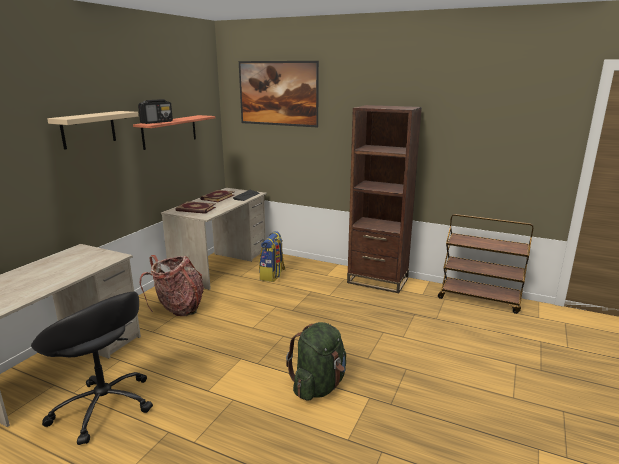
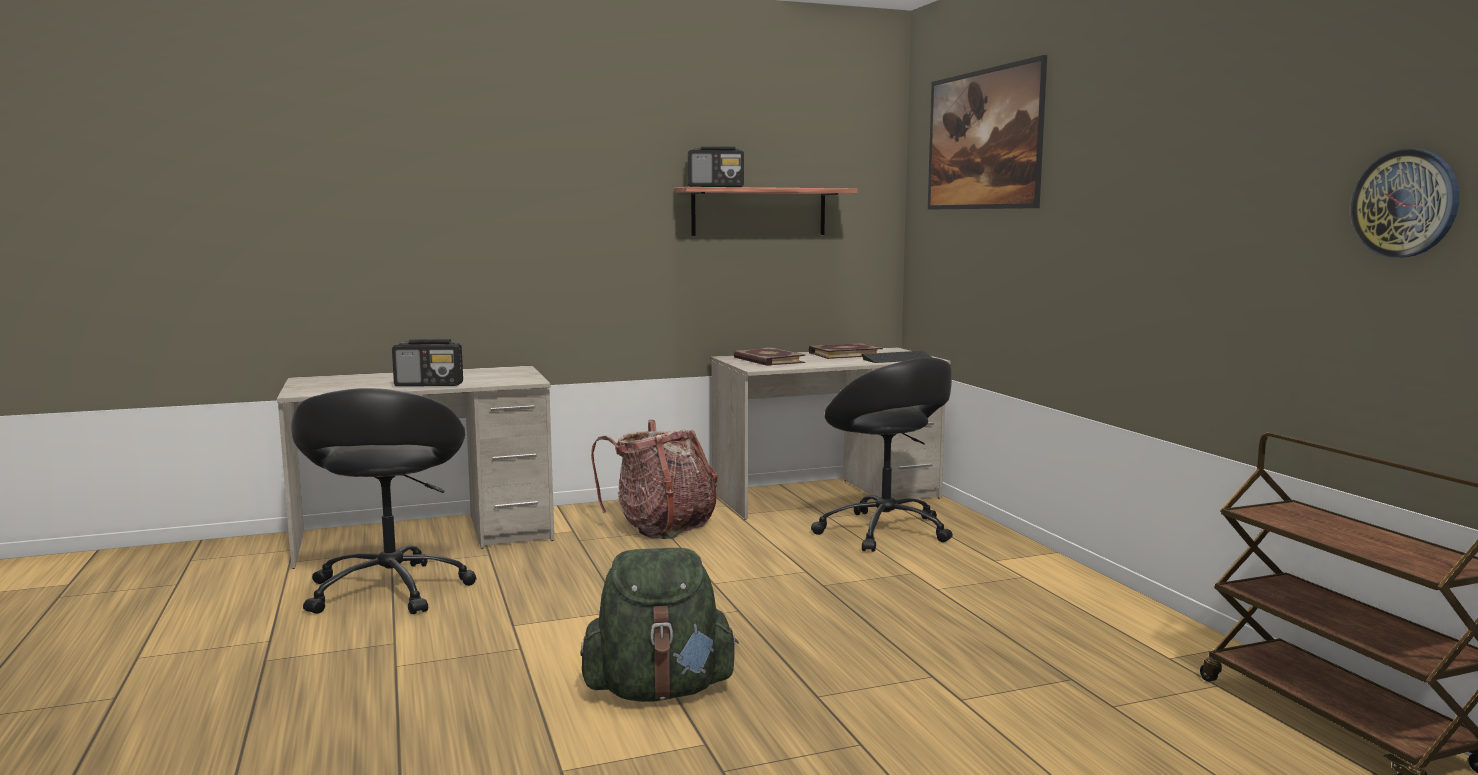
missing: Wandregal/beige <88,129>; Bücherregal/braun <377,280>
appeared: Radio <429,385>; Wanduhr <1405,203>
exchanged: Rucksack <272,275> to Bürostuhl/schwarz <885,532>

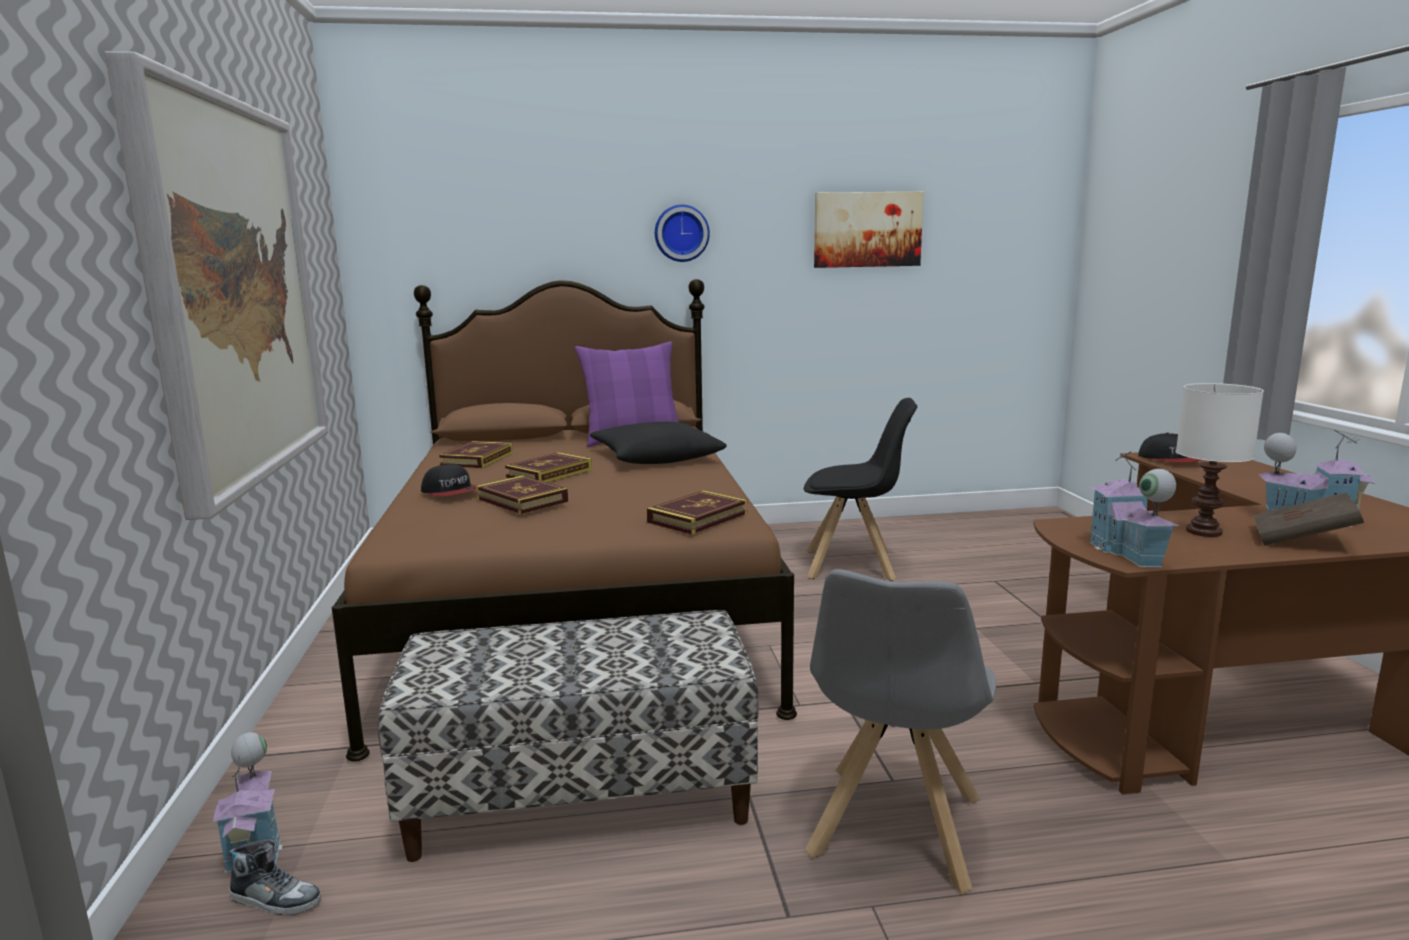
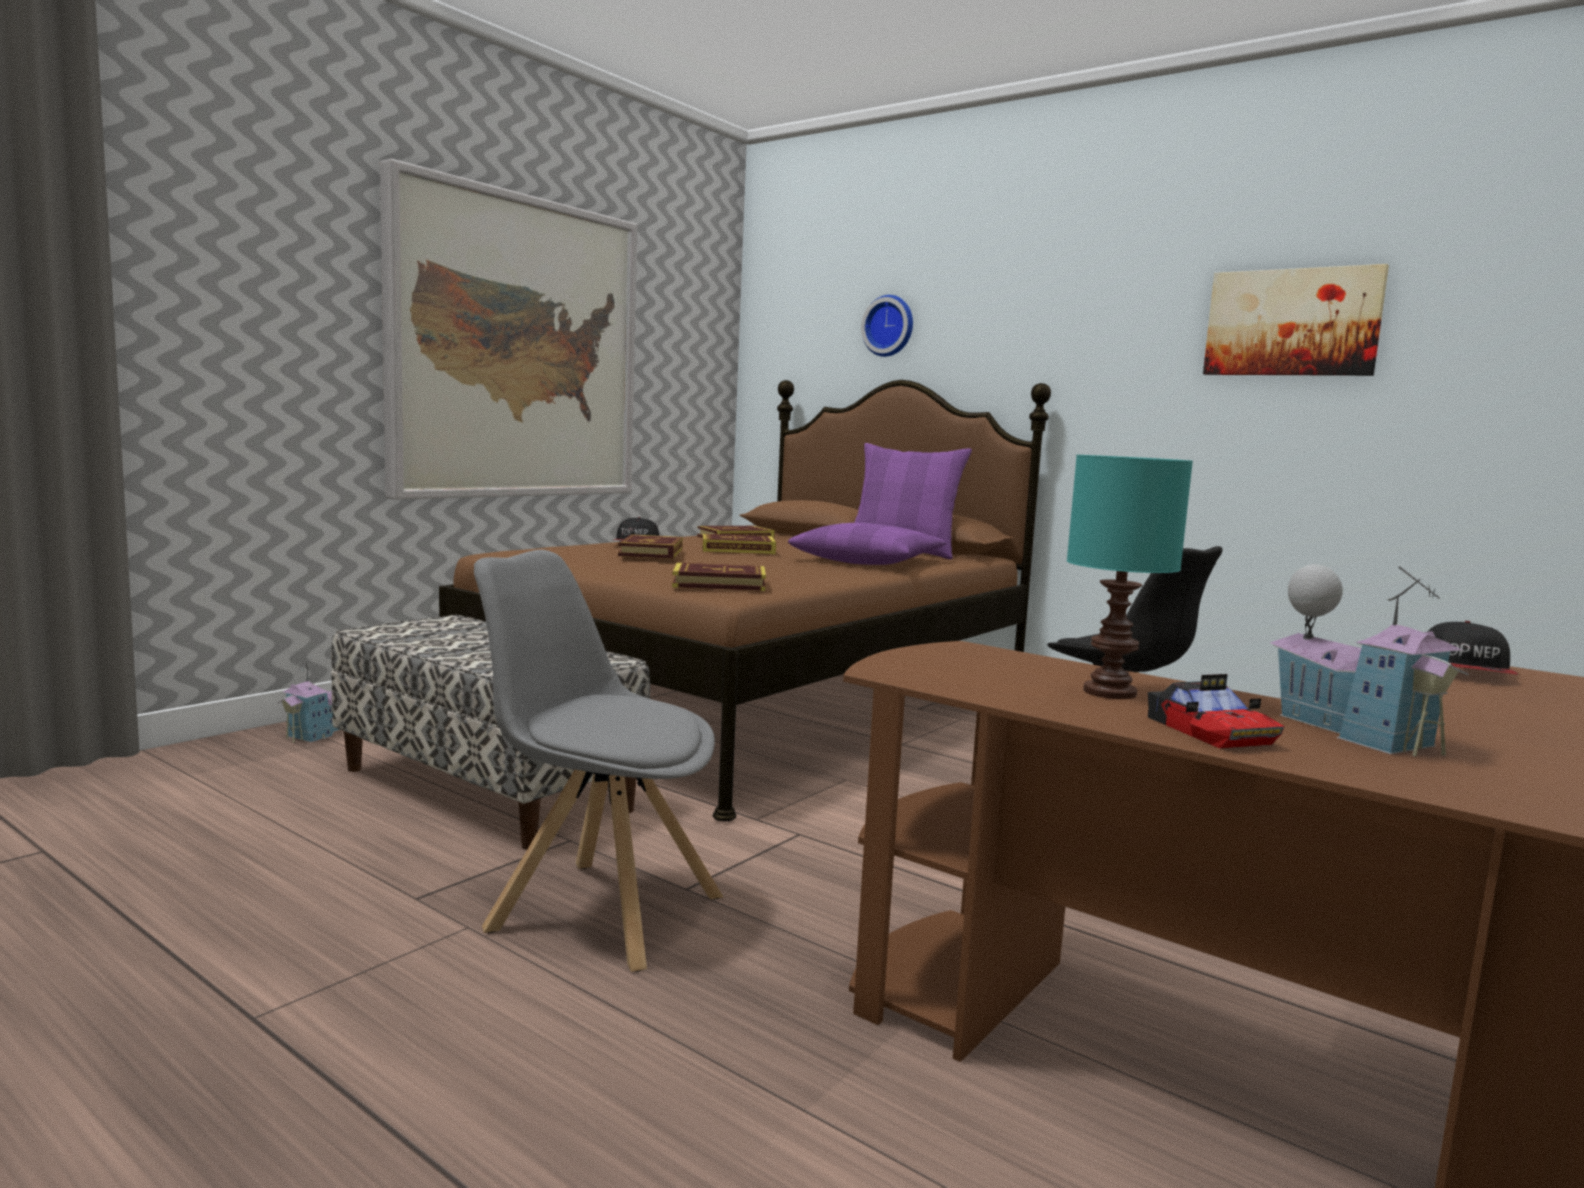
missing: Schuh <276,899>; Spielzeughaus <1126,553>
relocated: Wanduhr <681,233> to <889,326>
exchanged: Buch/braun <1302,541> to Spielzeugauto <1210,731>
colour: Kissen/schwarz <656,457> to Kissen/lila <868,561>; Tischlampe/weiß <1203,532> to Tischlampe/türkis <1107,692>
spun: Stuhl/grau <894,832> = <596,909> 45 degrees clockwise

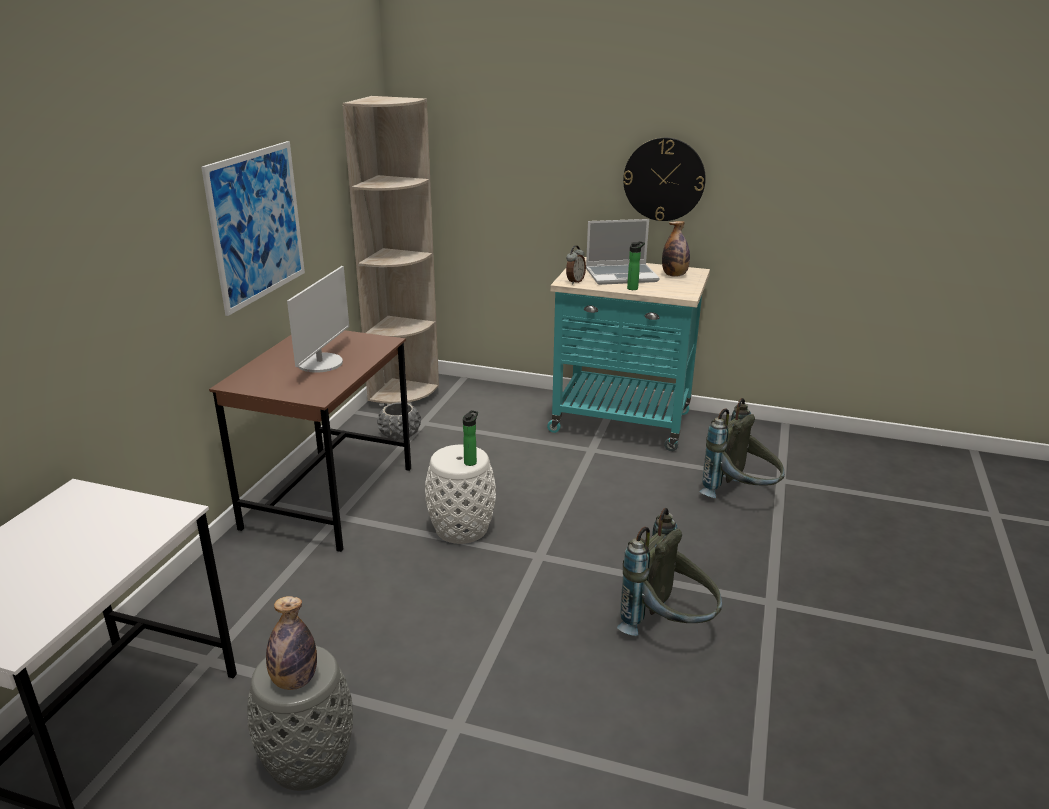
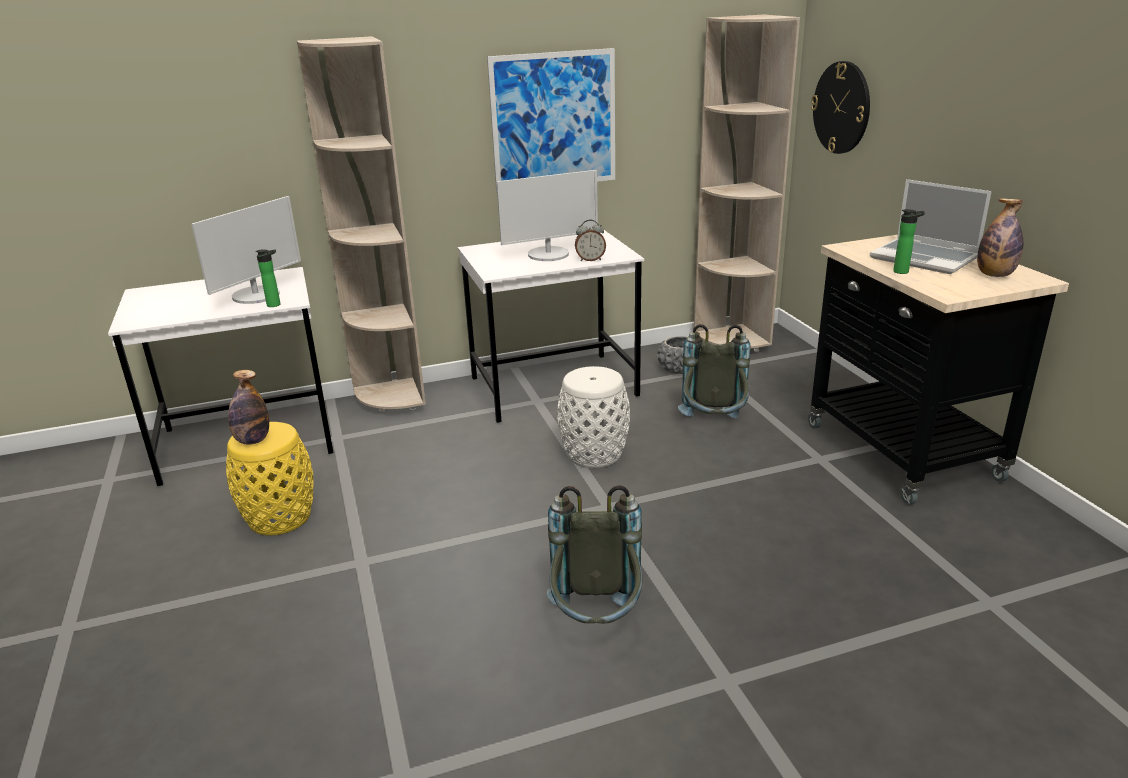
appeared: Monitor <256,295>; Bücherregal/beige <392,403>
relocated: Flasche <471,461> to <276,305>; Wecker <574,281> to <590,259>; Wanduhr <664,179> to <841,108>; Rucksack/grau <740,496> to <713,426>
colour: Schreibtisch/braun <329,497> to Schreibtisch/weiß <554,387>; Hocker/grau <308,760> to Hocker/gelb <280,518>; Rollwagen/türkis <622,422> to Rollwagen/schwarz <903,453>

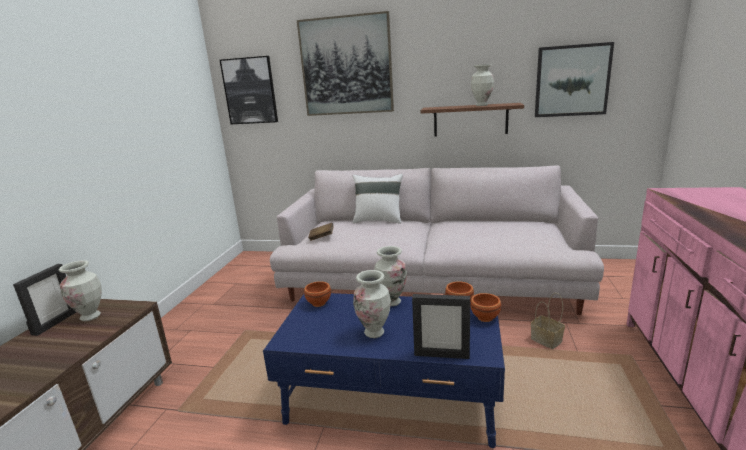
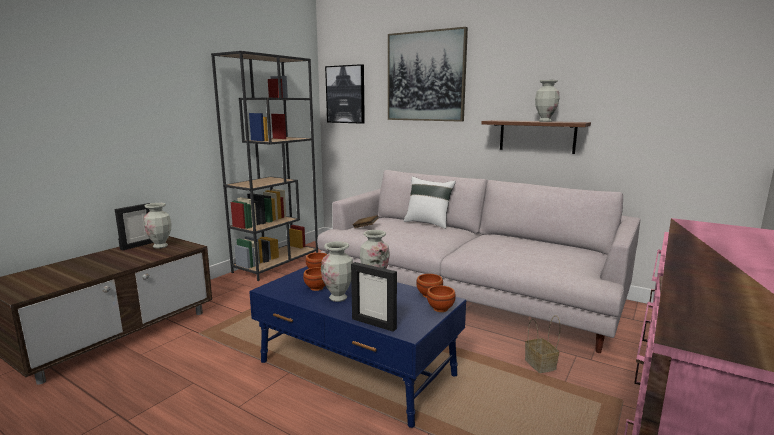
missing: Bild <571,81>
appeared: Bücherregal <277,263>; Schüssel/braun <316,288>

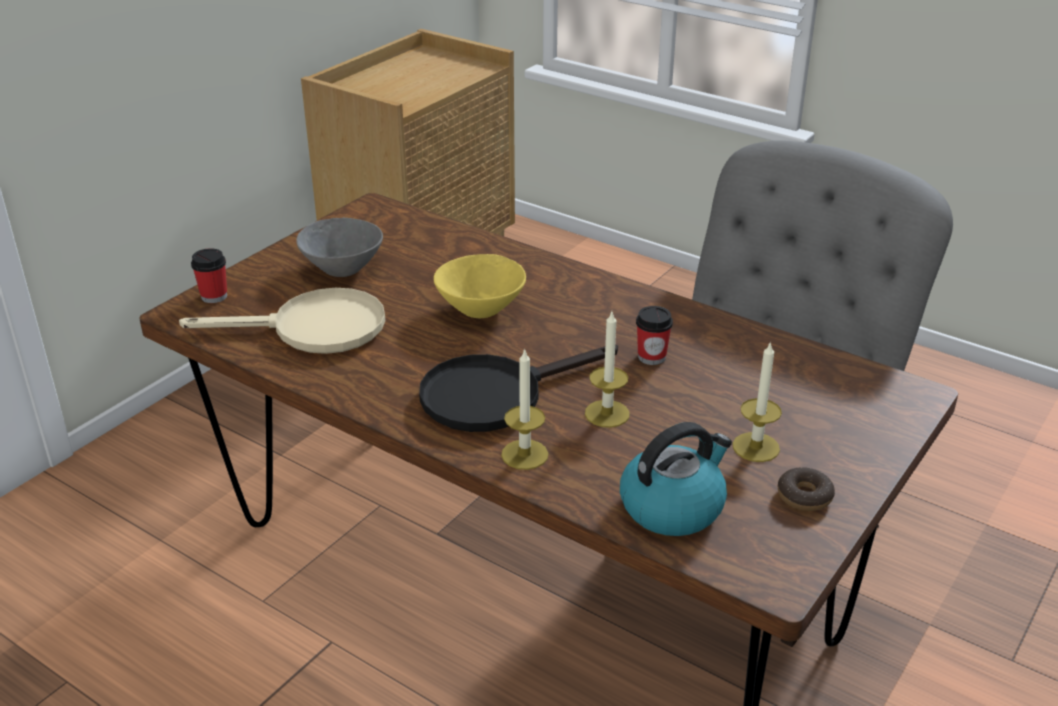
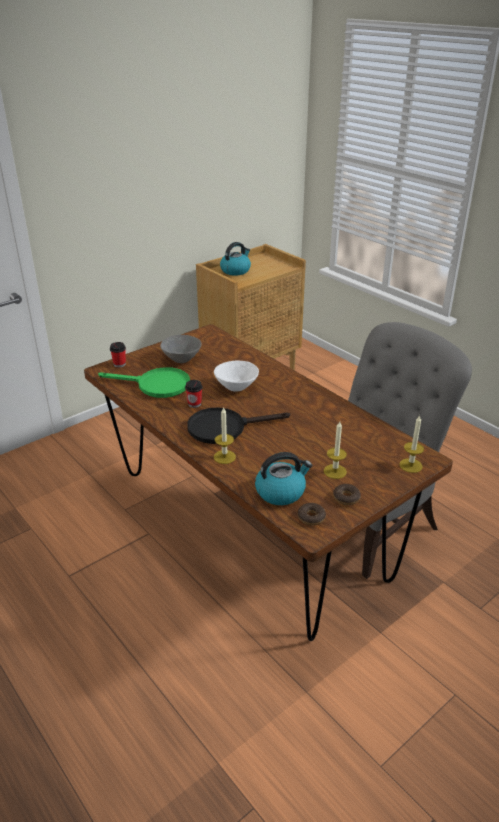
appeared: Wasserkessel <235,270>; Donut <311,517>
relocated: Kerze <607,414> to <410,465>; Tasse <651,357> to <194,404>
colour: Pfanne/beige <313,329> to Pfanne/grün <156,385>; Schüssel/gelb <482,309> to Schüssel/weiß <237,387>

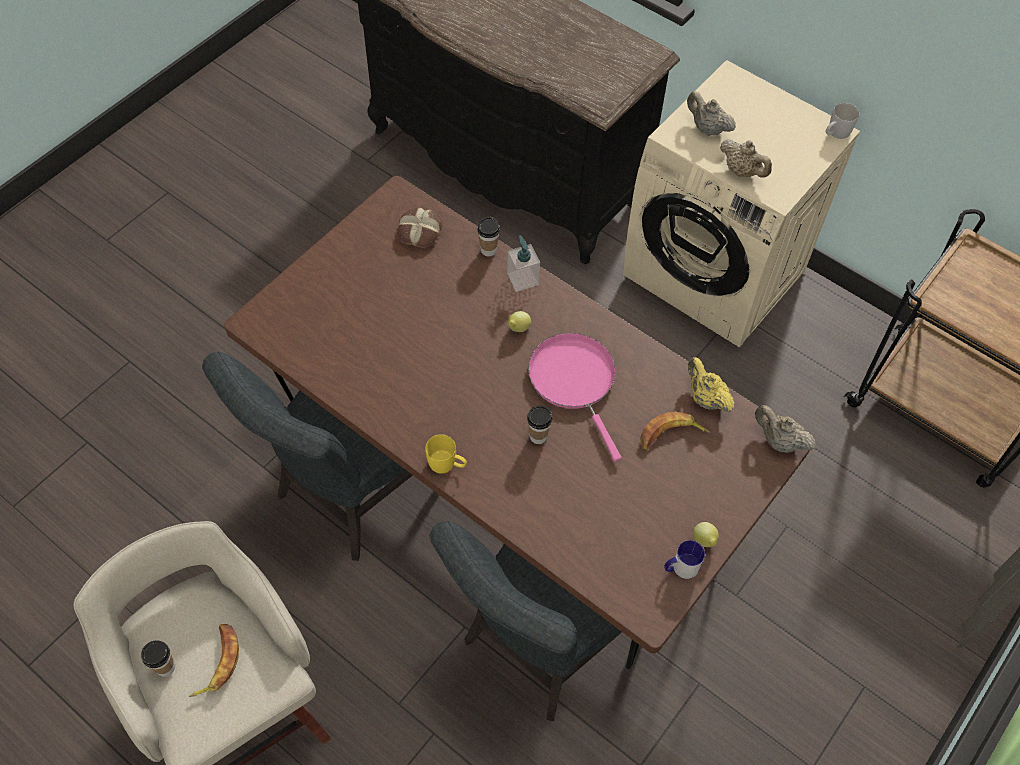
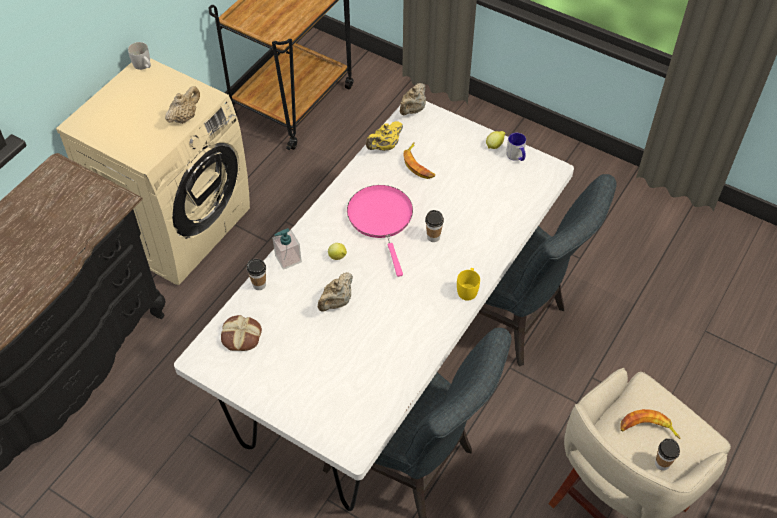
relocated: Teekanne/beige <707,129> to <336,302>
colour: Esstisch/braun <504,486> to Esstisch/weiß <389,354>
spun: Pfanne/rosa <574,381> = <381,219> 105 degrees clockwise

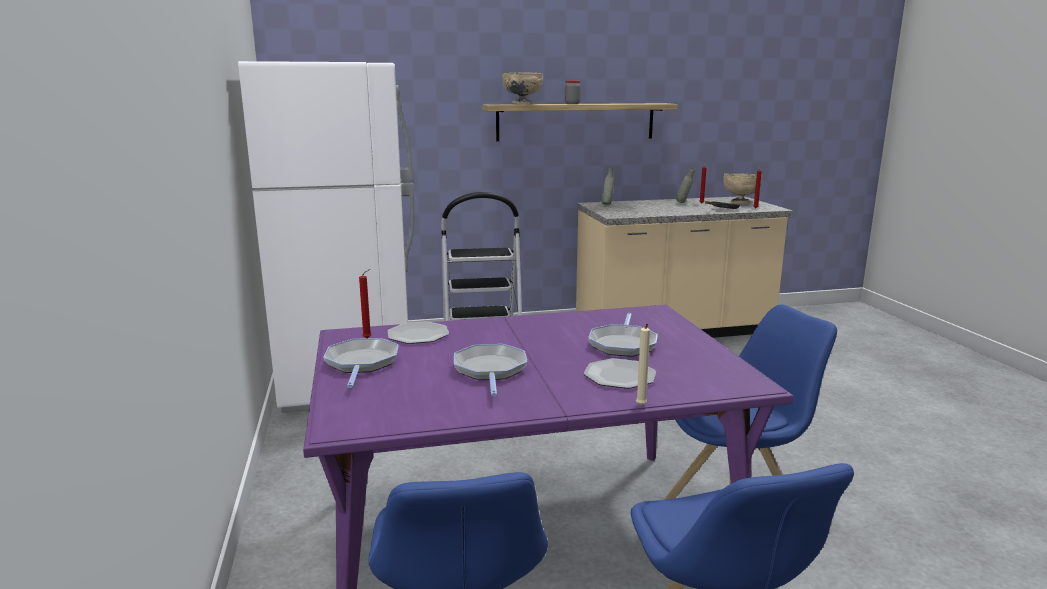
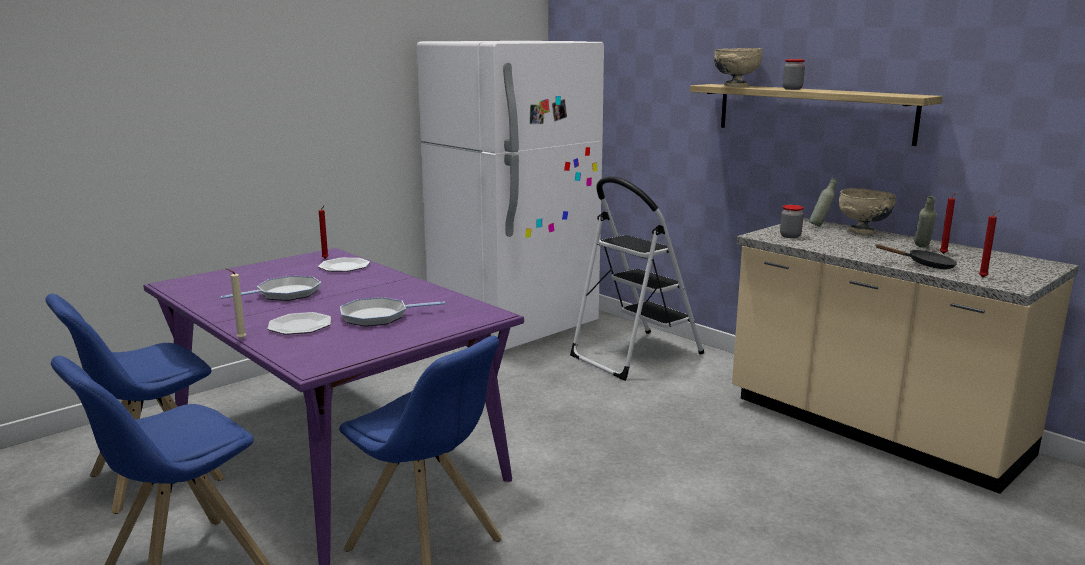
missing: Pfanne <361,363>
appeared: Vorratsglas <790,236>
relocated: Schüssel/beige <740,203> to <862,232>

